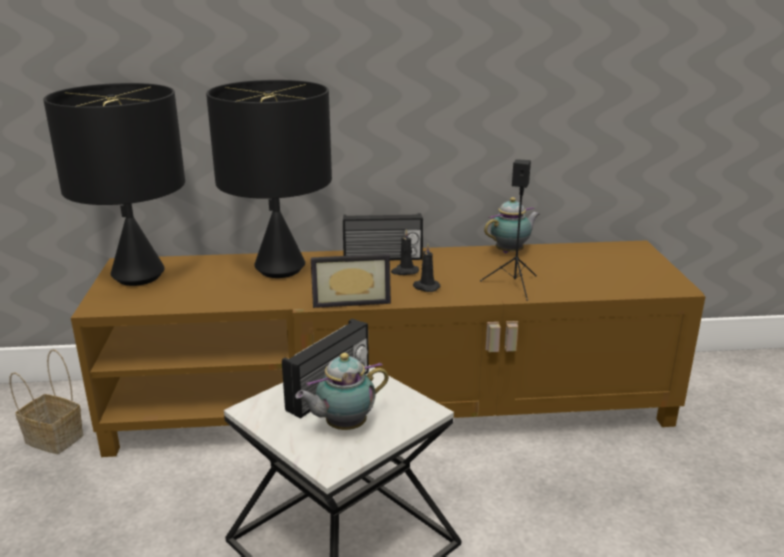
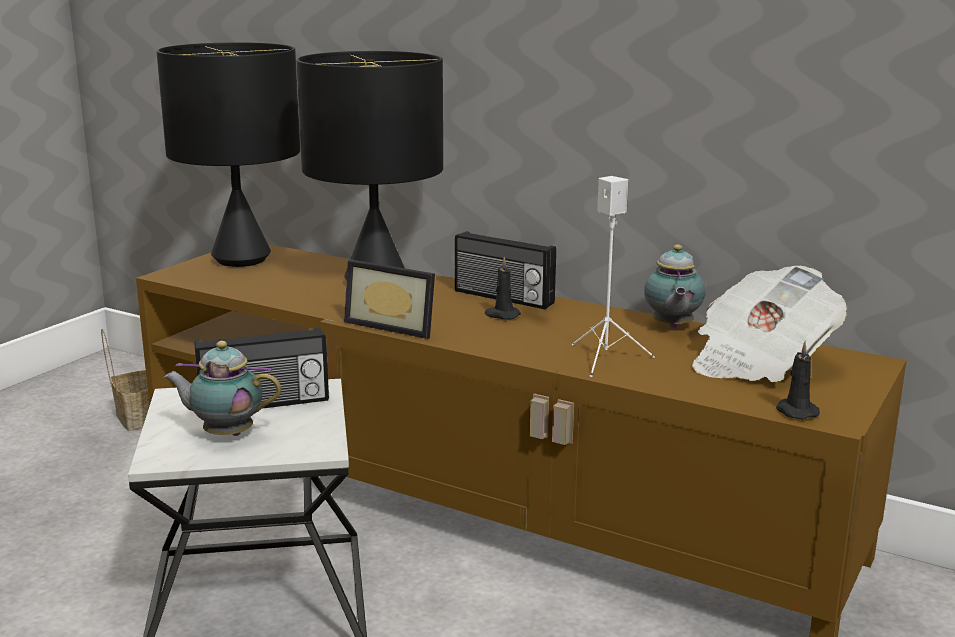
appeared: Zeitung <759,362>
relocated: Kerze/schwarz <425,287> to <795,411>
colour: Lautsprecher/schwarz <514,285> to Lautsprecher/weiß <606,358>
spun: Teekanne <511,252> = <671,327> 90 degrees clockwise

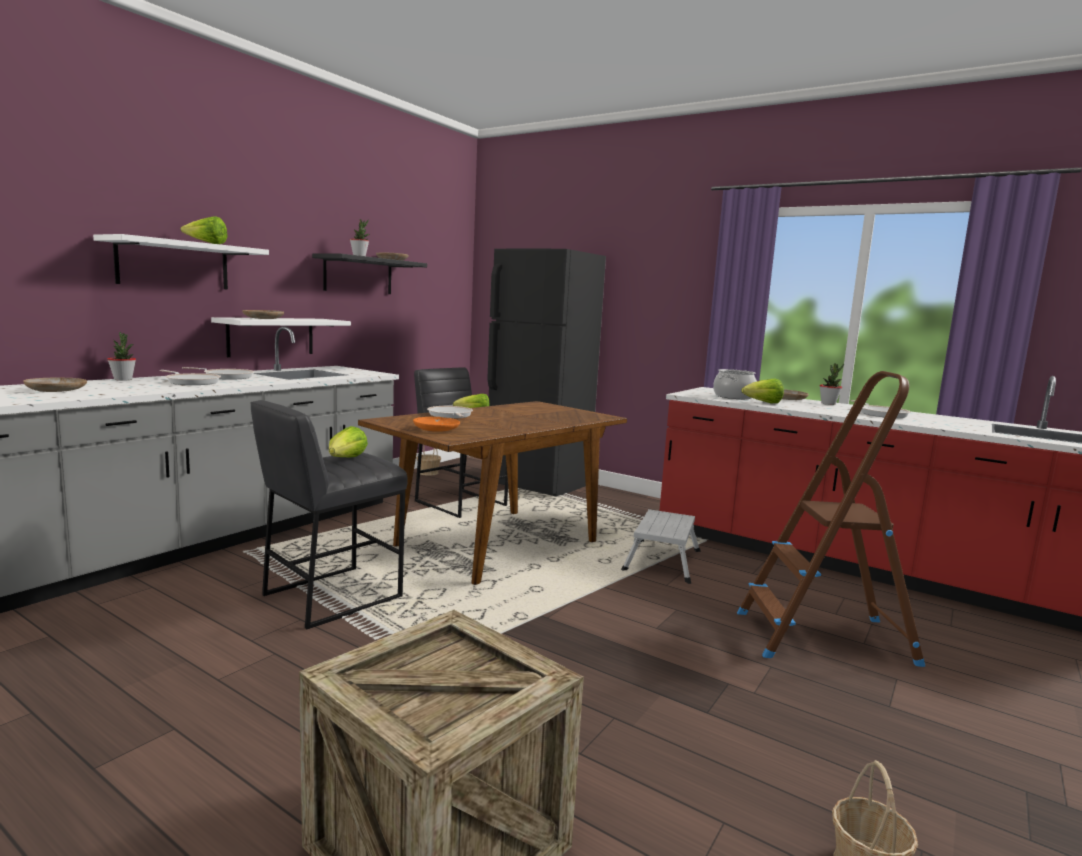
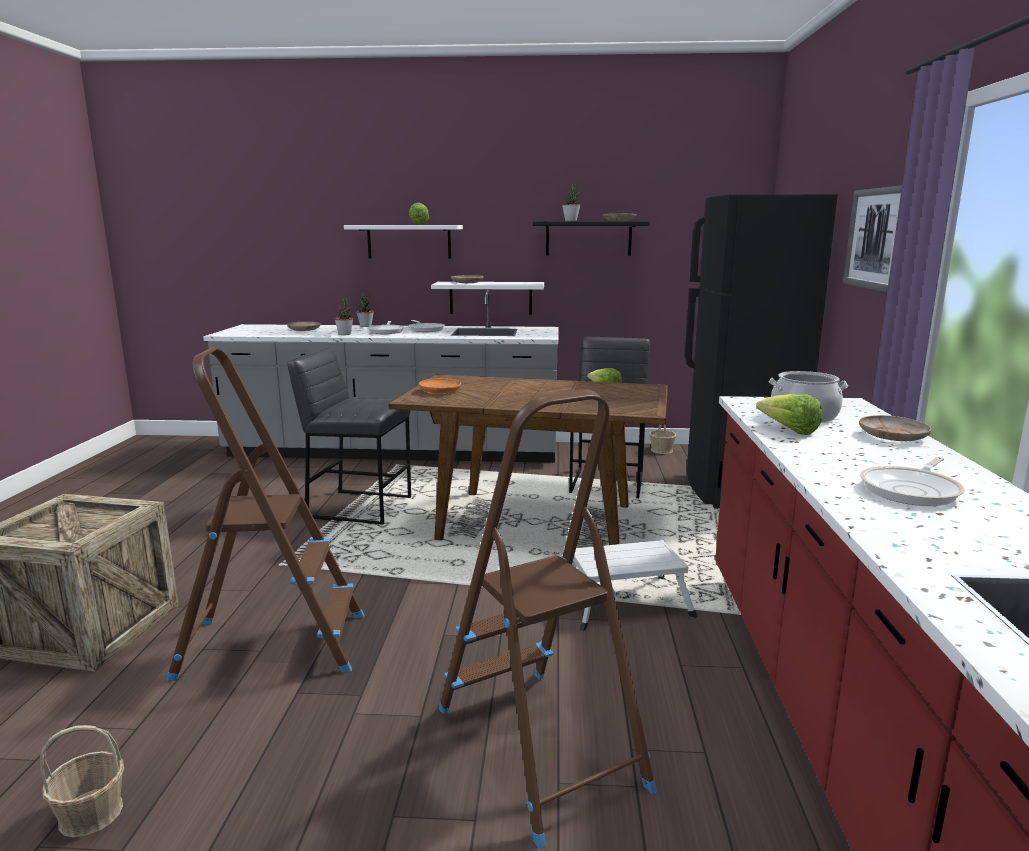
missing: Salatkopf <346,459>; Pfanne <450,415>
appeared: Trittleiter/braun <275,645>; Bild <876,238>
relocated: Topfpflanze <828,404> to <344,334>

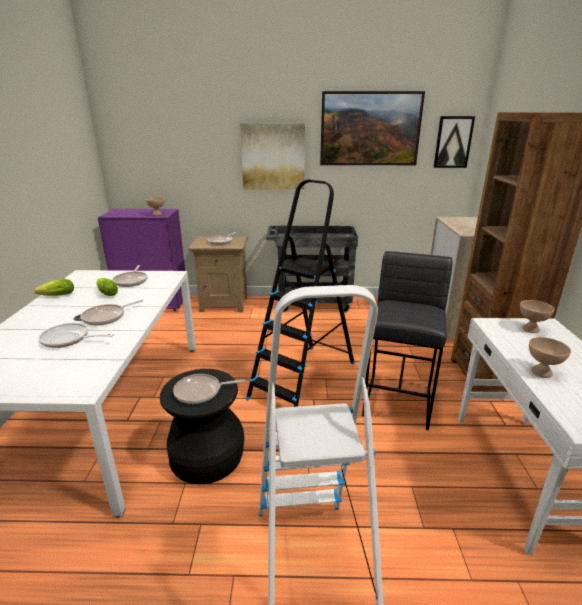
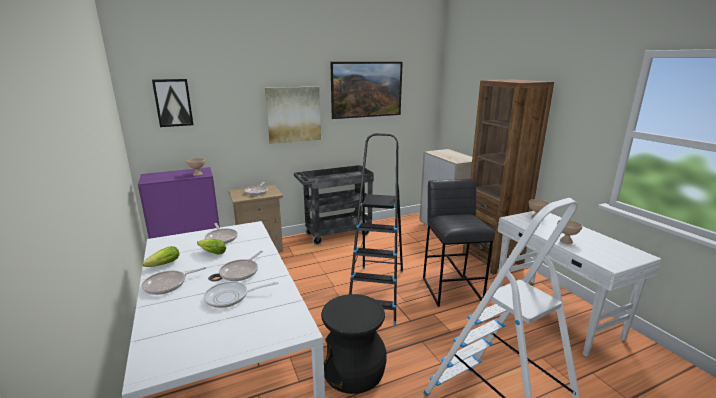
relocated: Pfanne <201,392> to <168,285>; Bild <453,142> to <173,103>

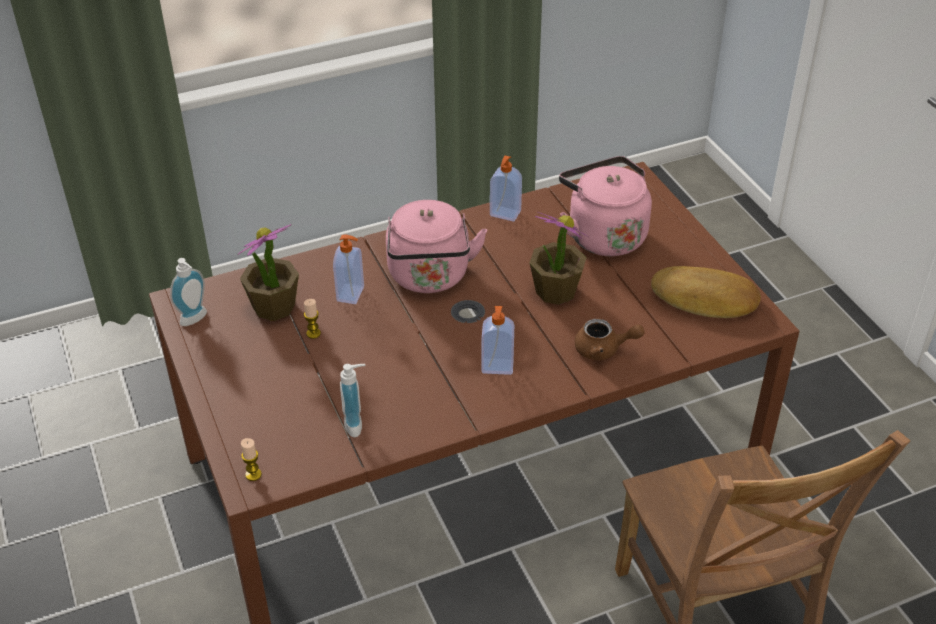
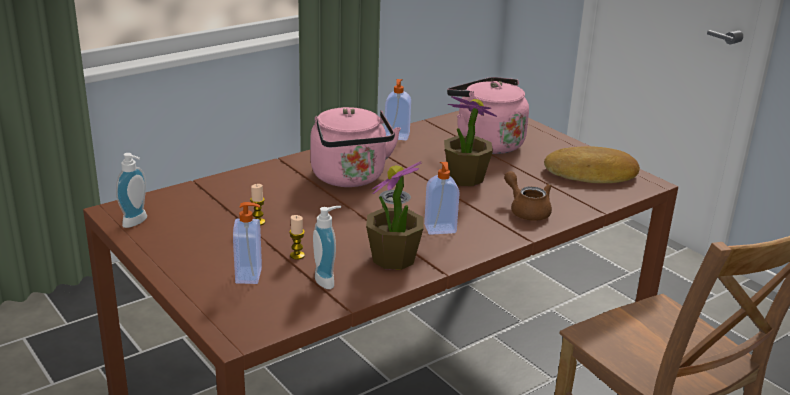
relocated: Topfpflanze <274,307> to <393,259>; Kerze <253,474> to <297,255>; Seifenspender <351,294> to <250,275>
spun: Teekanne/braun <603,349> = <527,210> 120 degrees counterclockwise

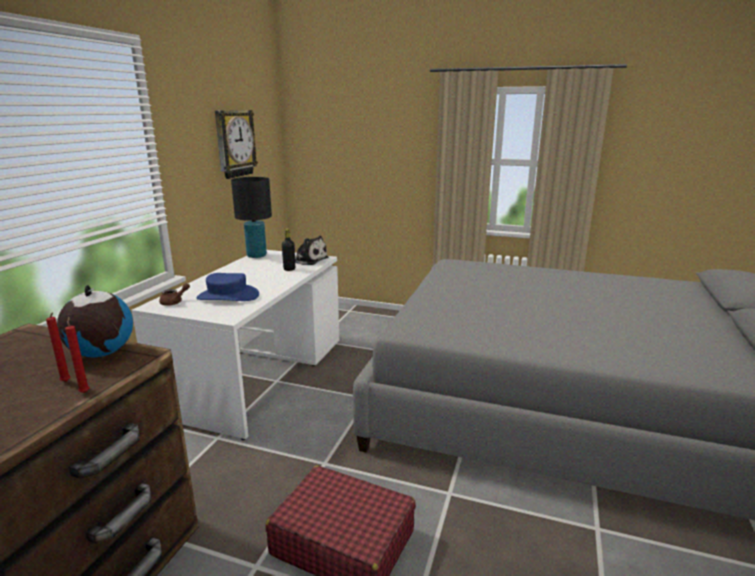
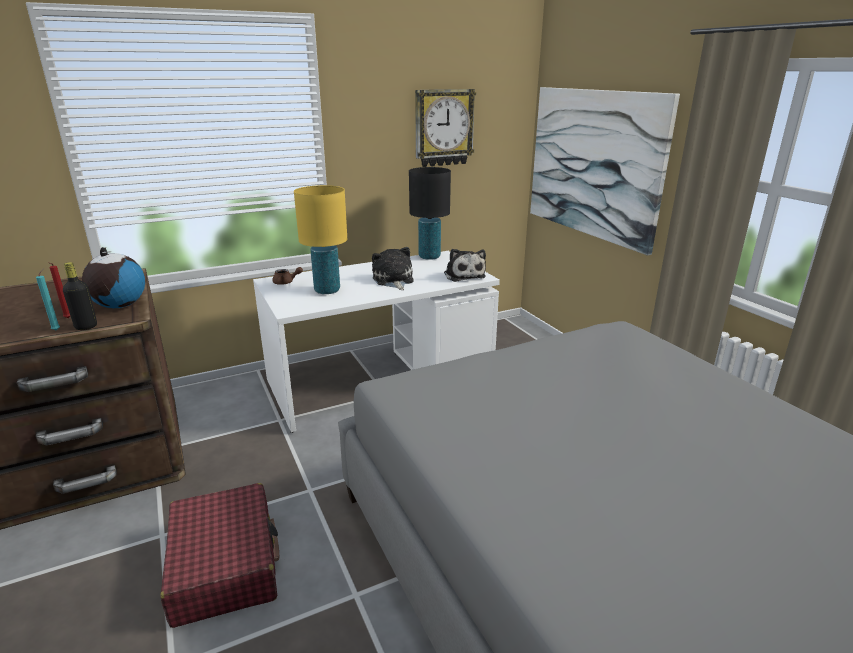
appeared: Plüschtier <393,280>; Bild <593,164>
relocated: Flasche/schwarz <289,269> to <86,327>
exchanged: Hut/blau <228,296> to Tischlampe/gelb <327,290>
colour: Kerze/rot <85,392> to Kerze/türkis <57,330>

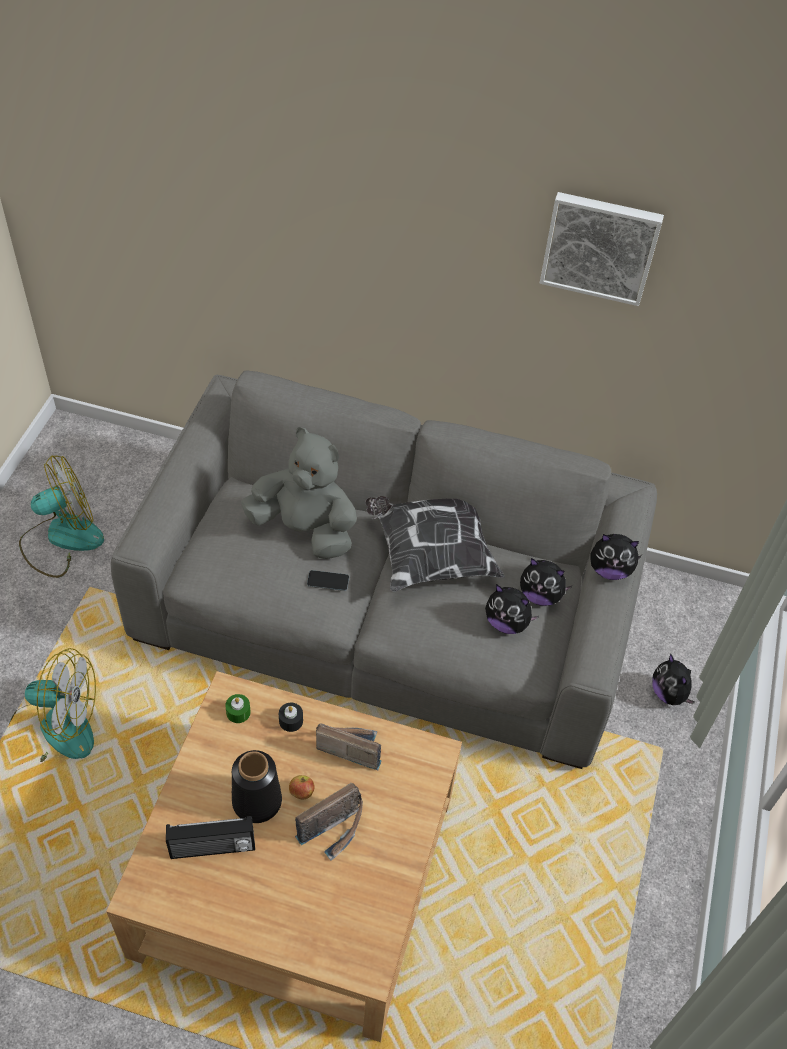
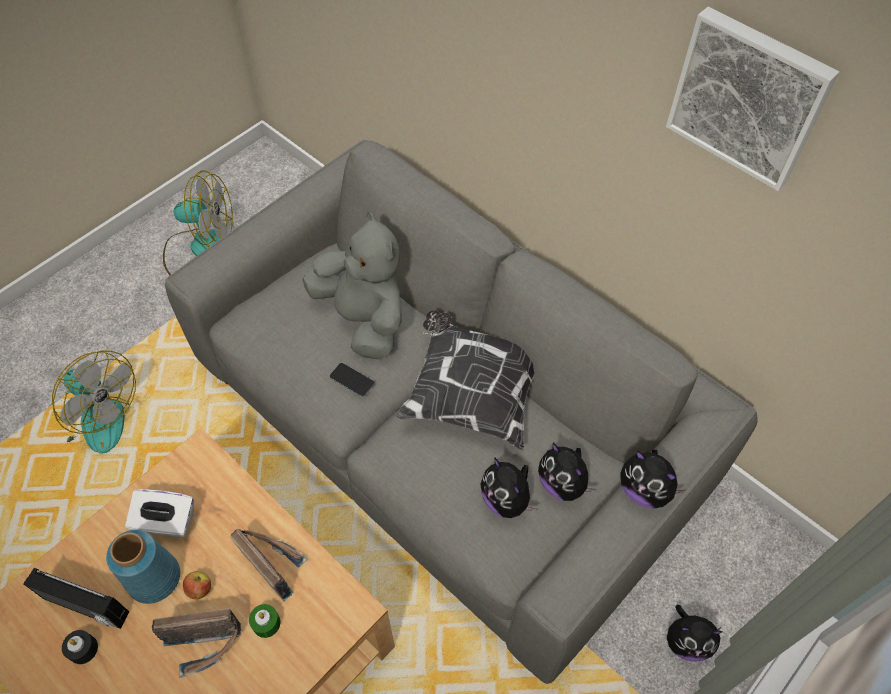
appeared: Taschentuchbox/weiß <166,522>
relocated: Kerze/grün <238,712> to <266,623>; Kerze/schwarz <291,721> to <83,649>
colour: Vase/schwarz <256,800> to Vase/blau <154,577>
spun: Plüschtier <669,693> = <686,641> 90 degrees counterclockwise

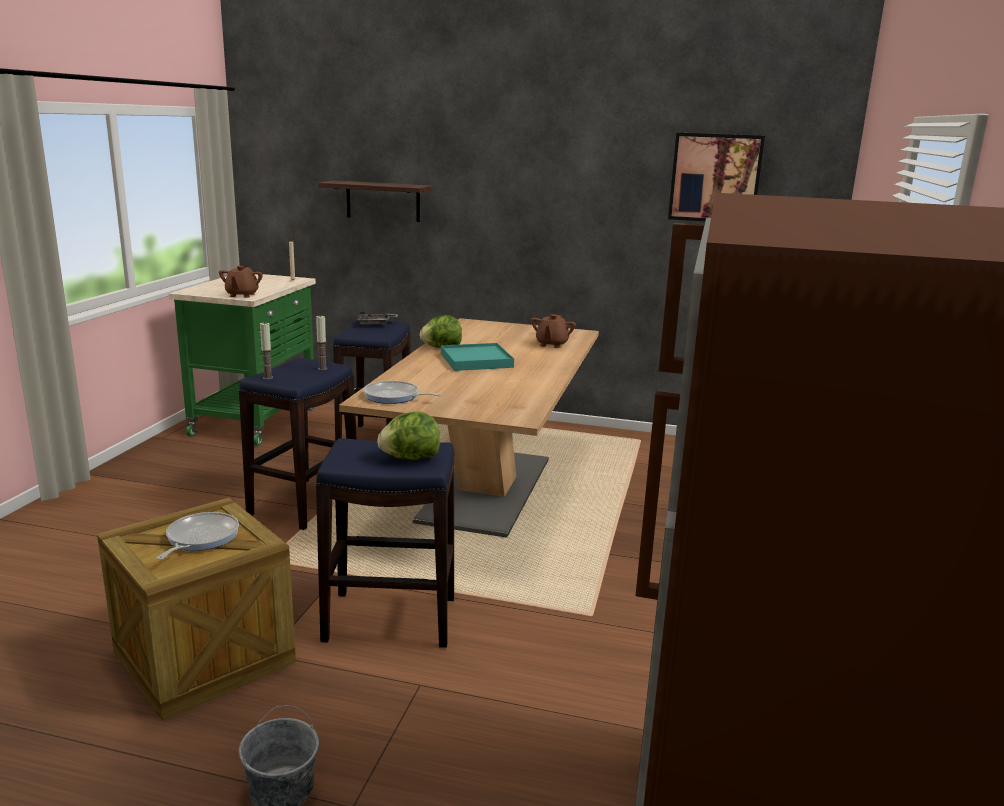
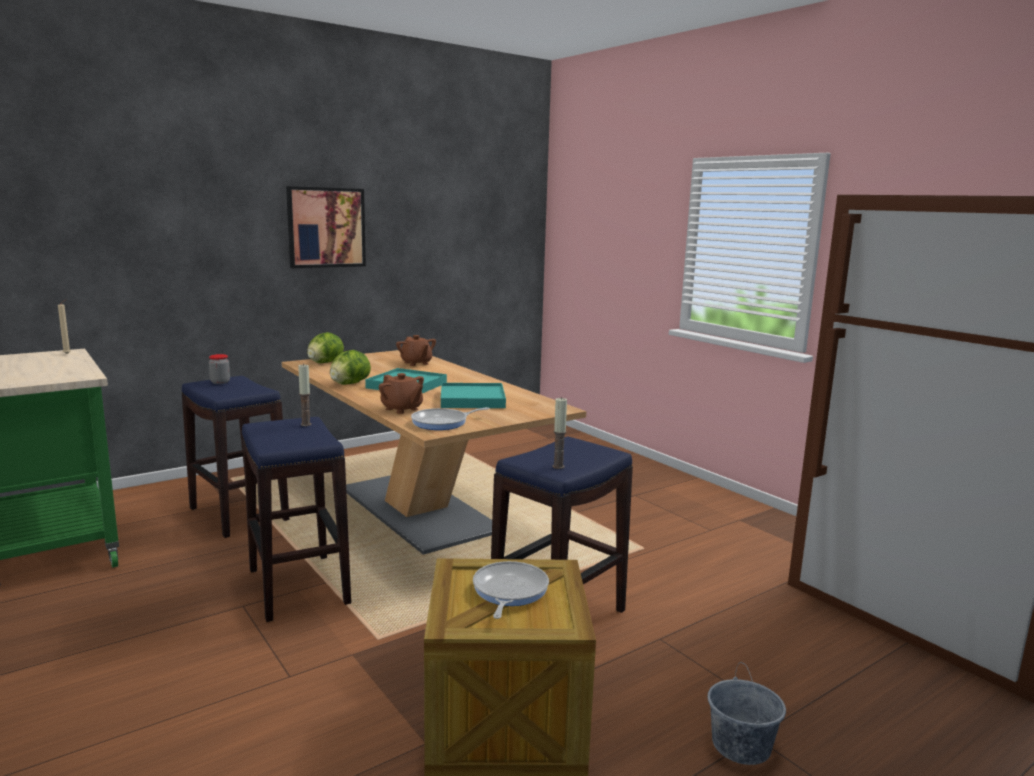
missing: Wandregal <383,201>
appeared: Tablett/türkis <472,399>
relocated: Teekanne/braun <242,295> to <402,409>; Kerze <268,378> to <558,466>; Salatkopf <410,458> to <325,363>; Bild <715,178> to <326,227>
exchanged: Tablett/grau <376,324> to Vorratsglas <220,382>
spun: Pfanne <200,538> = <509,591> 45 degrees clockwise

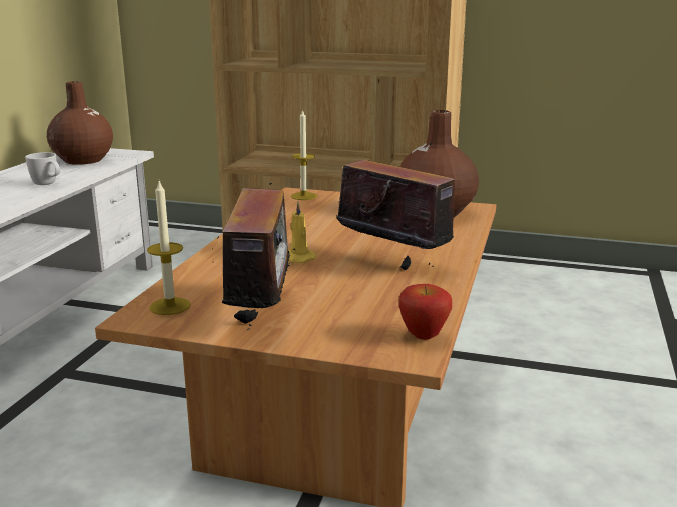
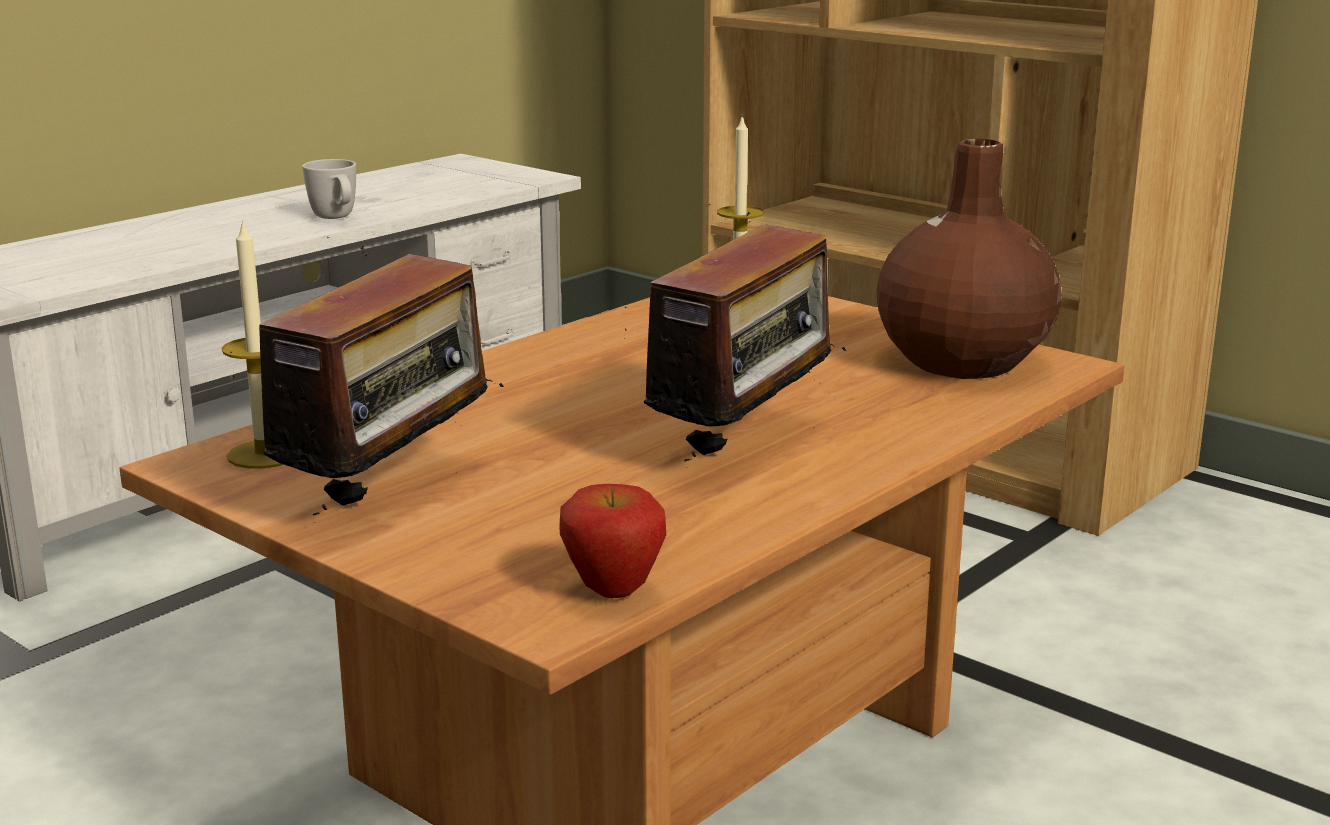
missing: Vase/braun <83,160>; Kerze/gelb <298,258>
spun: Radio <394,261> = <745,445> 60 degrees clockwise

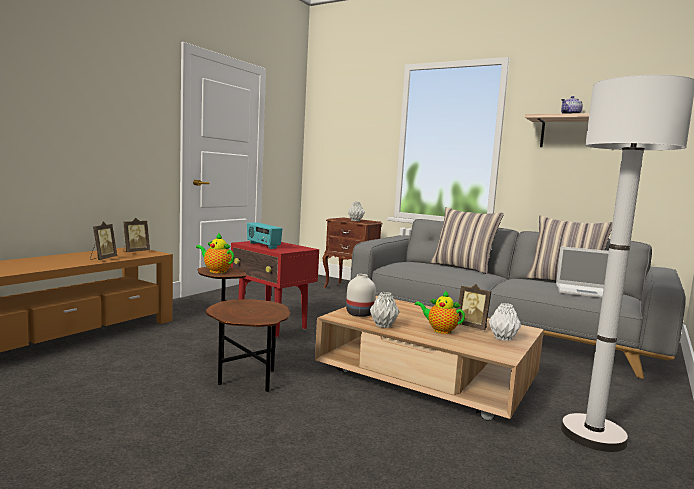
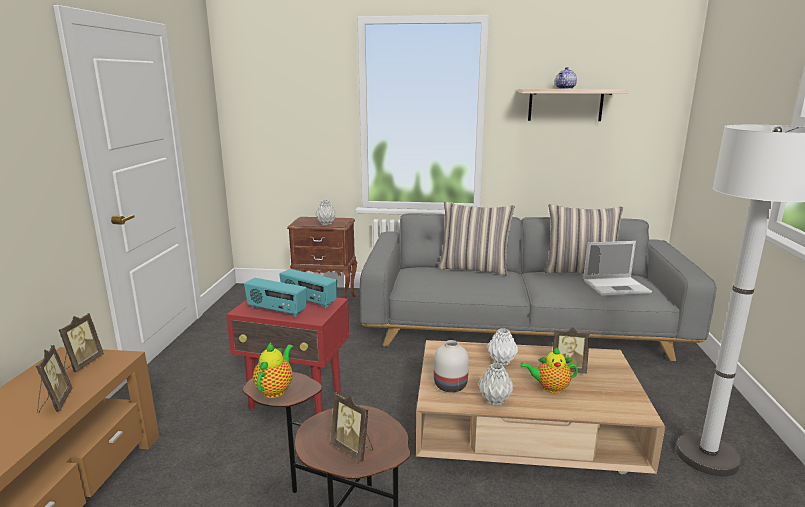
appeared: Radio <308,301>; Bilderrahmen <353,449>
relocated: Vase/weiß <503,338> to <502,361>
spun: Teekanne <216,271> = <275,389> 105 degrees clockwise

